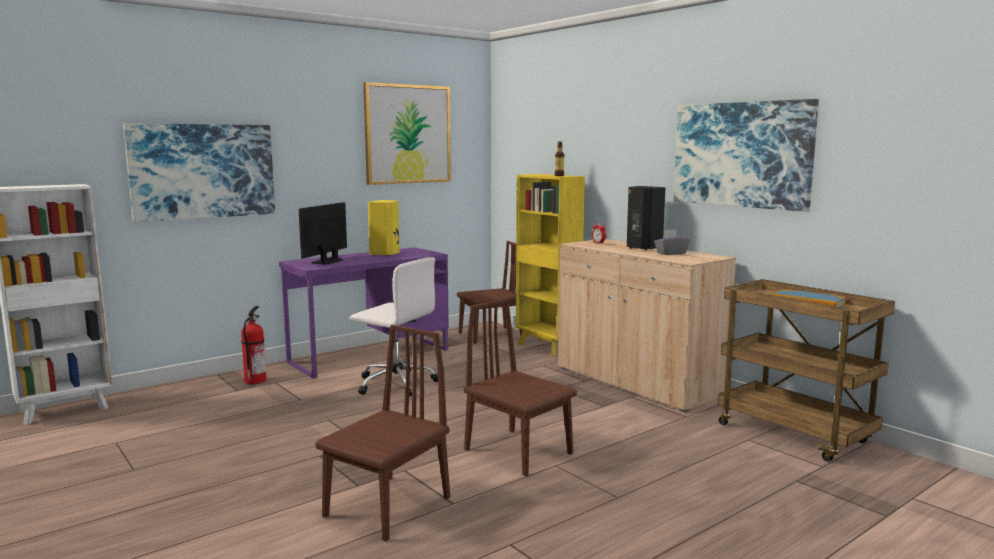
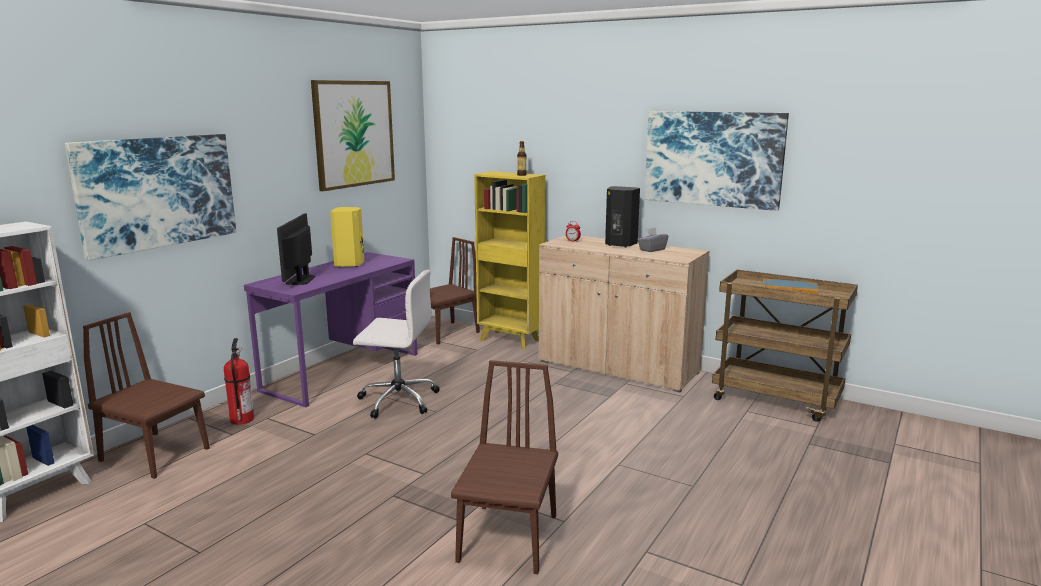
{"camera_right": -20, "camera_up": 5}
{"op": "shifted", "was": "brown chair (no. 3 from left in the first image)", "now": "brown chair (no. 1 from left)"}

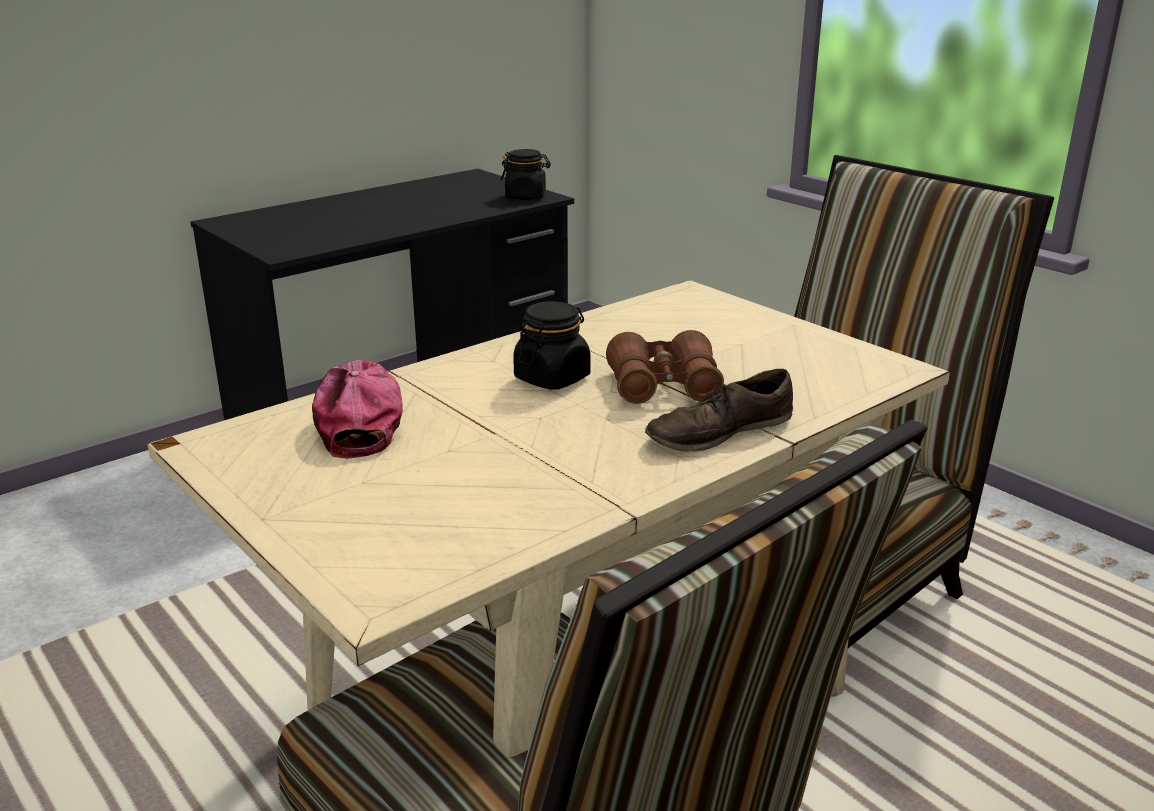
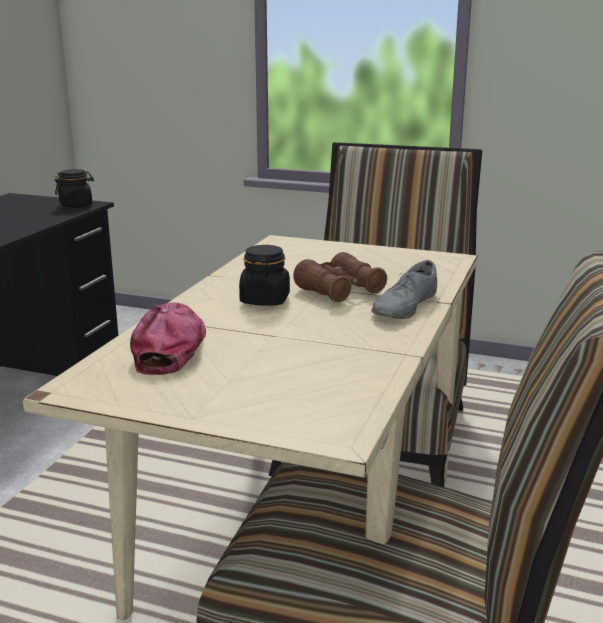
{"camera_right": -30, "camera_up": -5}
{"op": "repainted", "was": "brown shoe", "now": "grey shoe"}
{"op": "rotated", "was": "cap", "clockwise": 45}

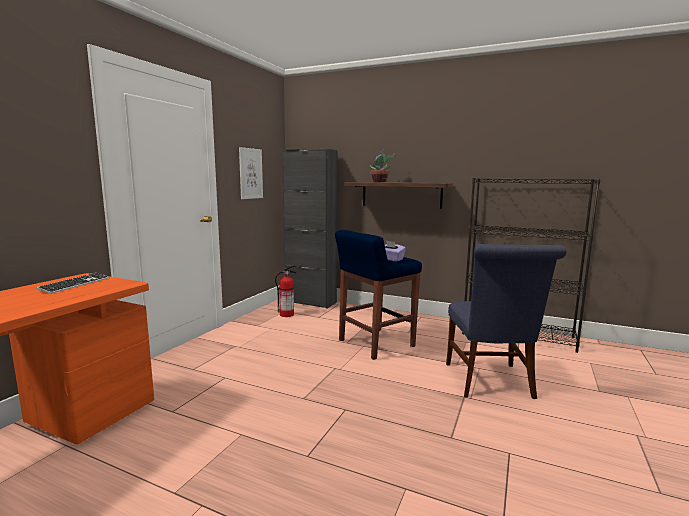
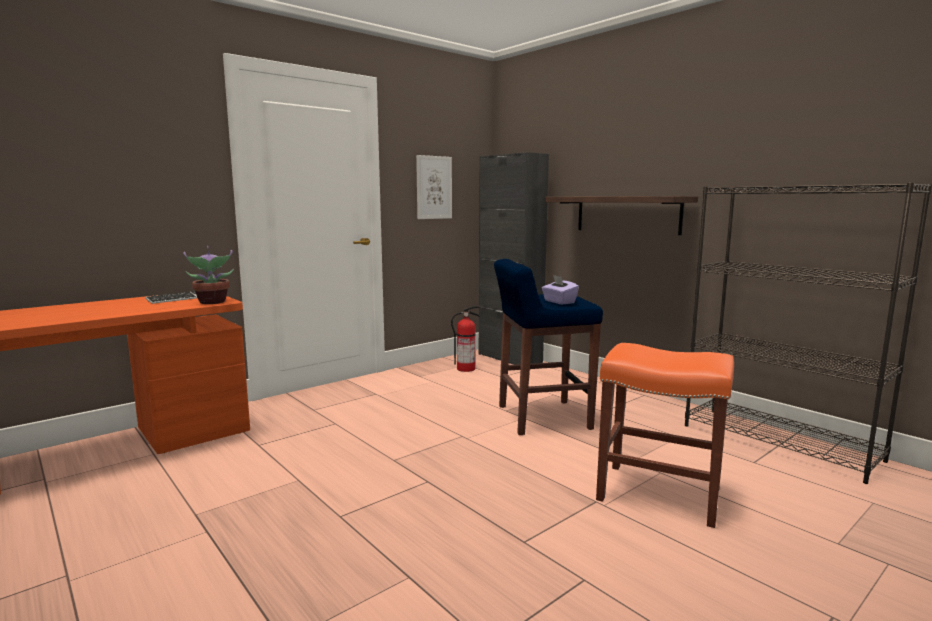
{"camera_right": 25, "camera_up": 0}
{"op": "shifted", "was": "potted plant"}
{"op": "swapped", "was": "blue chair", "now": "orange stool"}

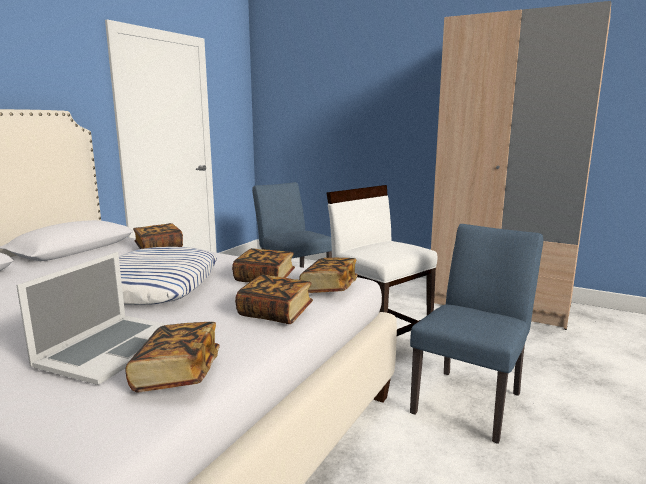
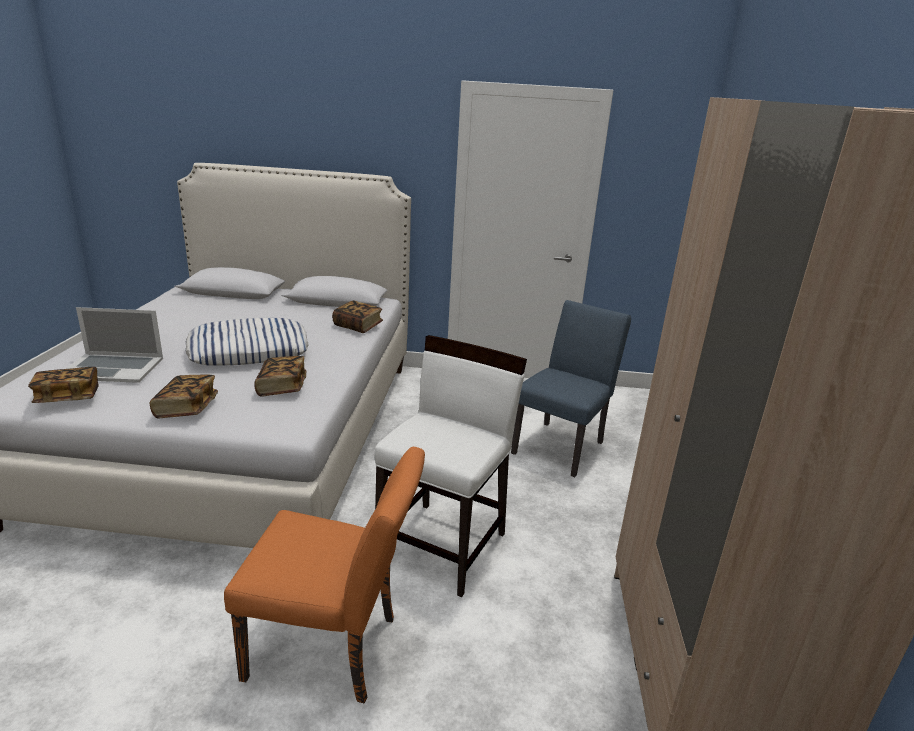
{"camera_right": 65, "camera_up": 10}
{"op": "gone", "was": "book (no. 5 from left)"}
{"op": "repainted", "was": "blue chair (no. 2 from left)", "now": "orange chair"}

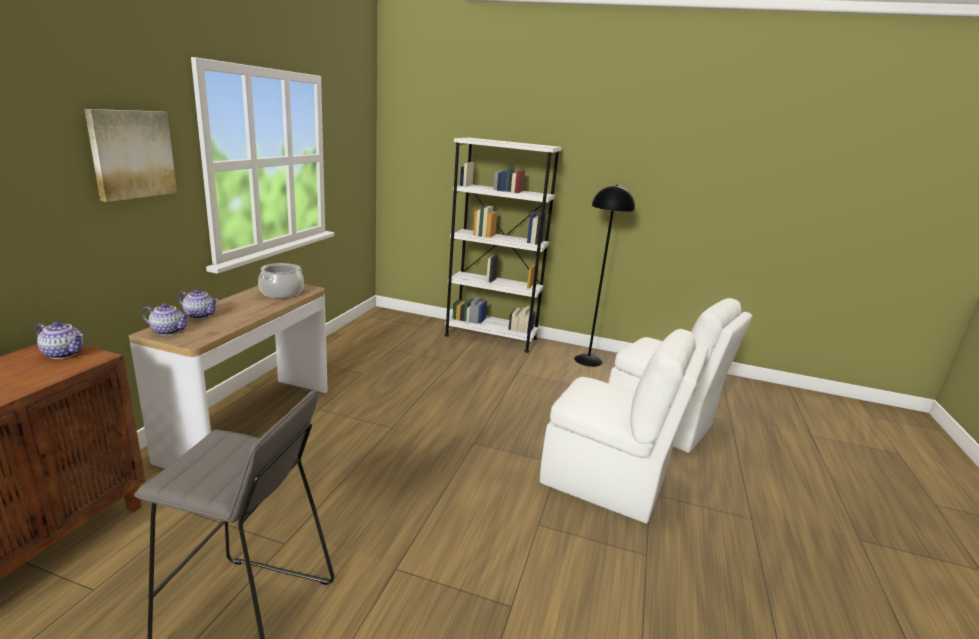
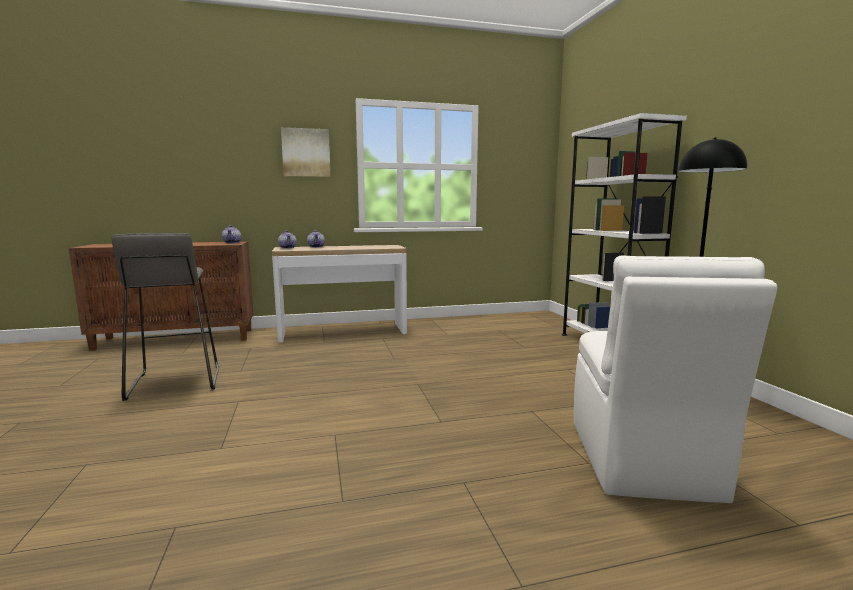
{"camera_right": 60, "camera_up": -10}
{"op": "gone", "was": "cooking pot"}
{"op": "gone", "was": "white chair (no. 1 from left)"}

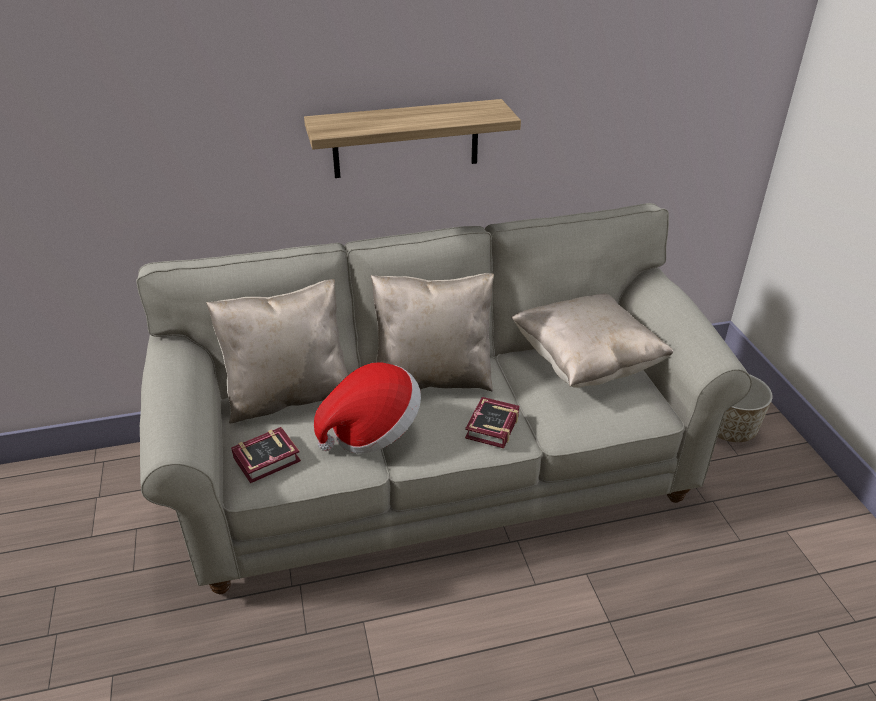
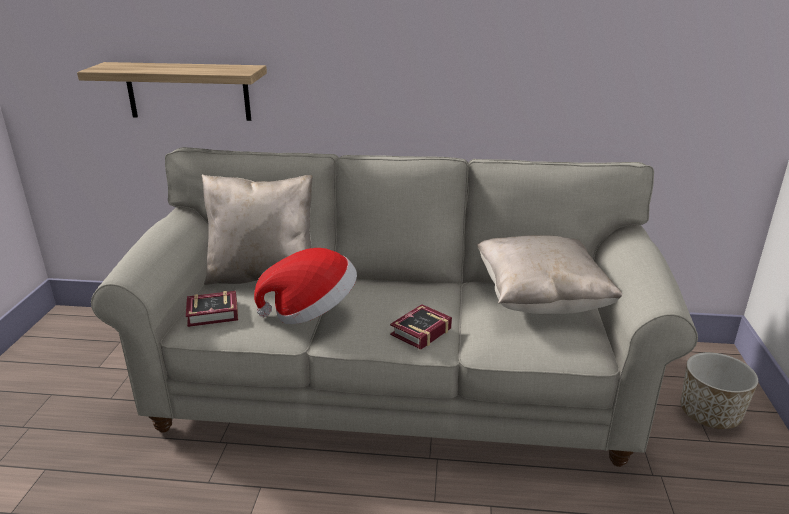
{"camera_right": 20, "camera_up": -10}
{"op": "gone", "was": "beige pillow (no. 2 from left)"}
{"op": "shifted", "was": "shelf"}

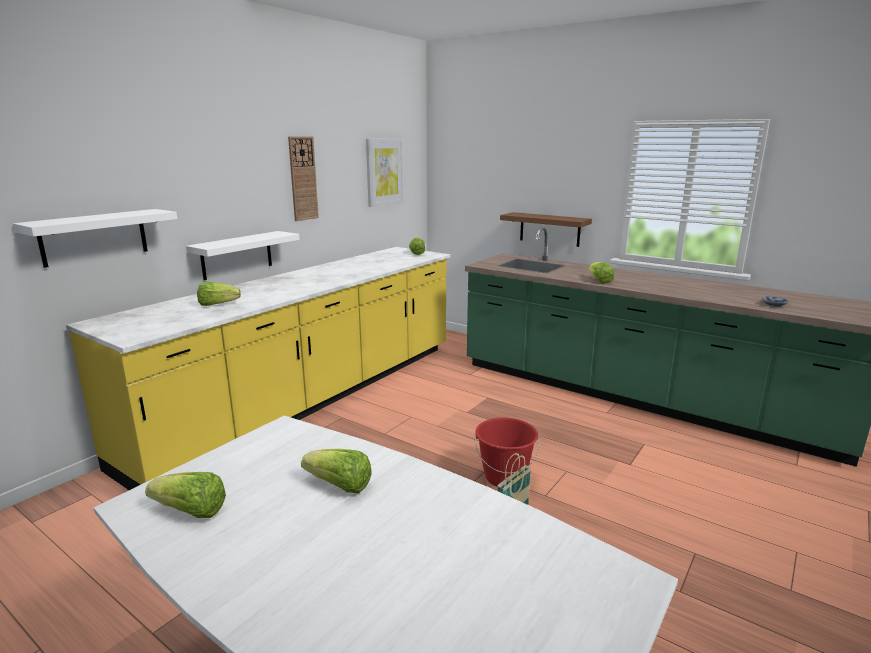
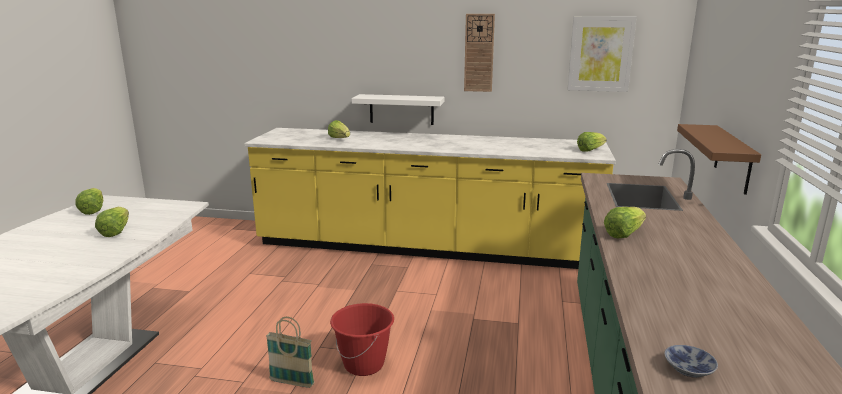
{"camera_right": 65, "camera_up": 0}
{"op": "gone", "was": "white shelf (no. 1 from left)"}

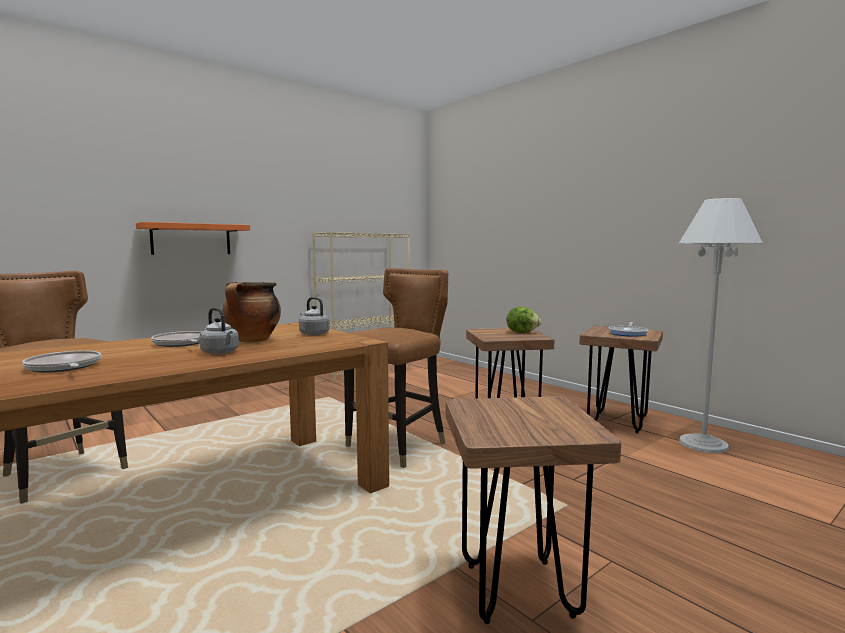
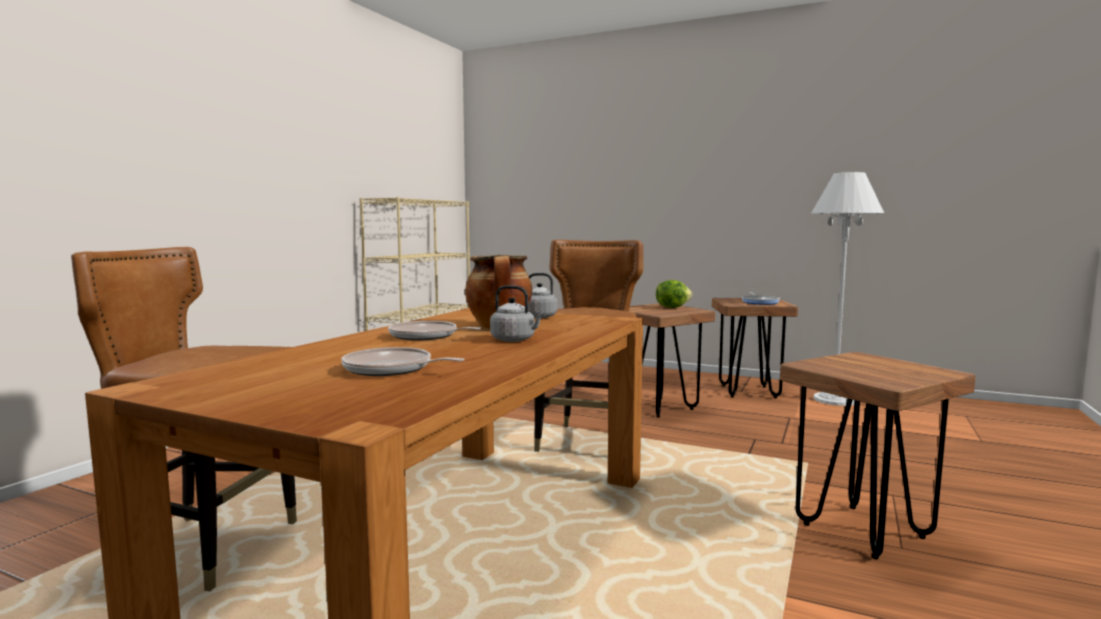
{"camera_right": -25, "camera_up": 0}
{"op": "gone", "was": "orange shelf"}

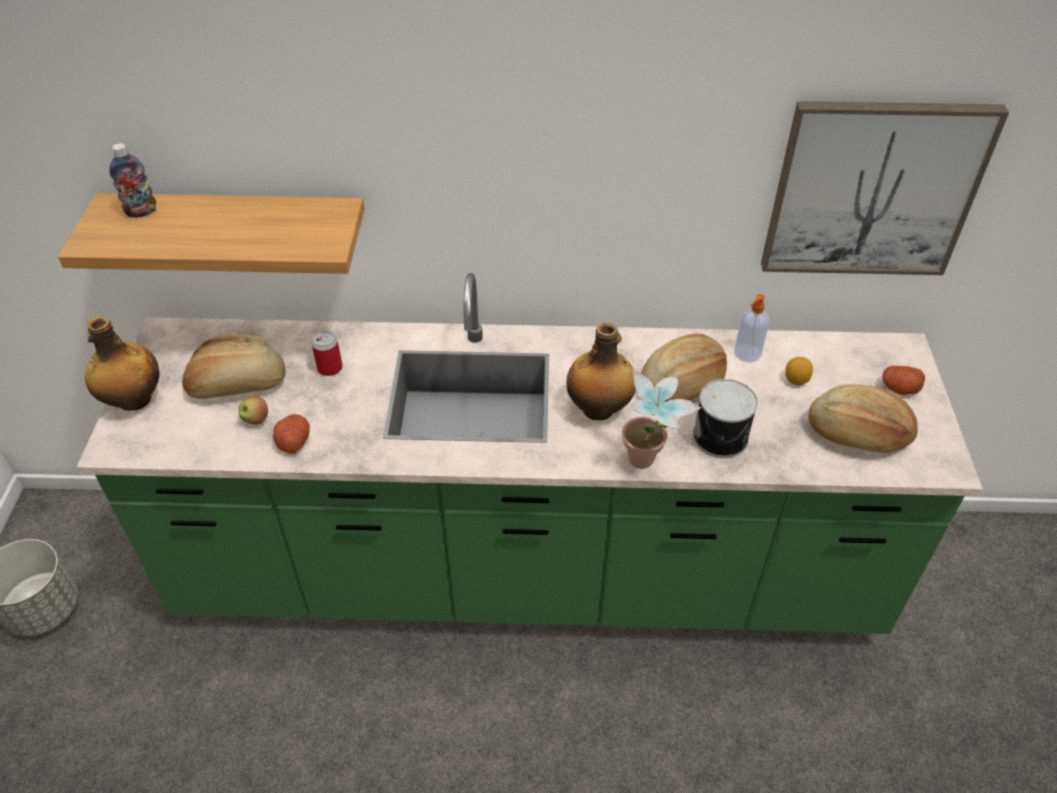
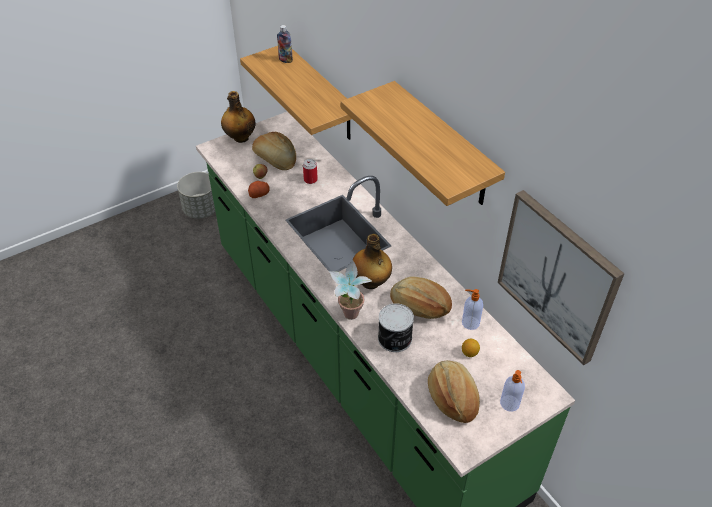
{"camera_right": 55, "camera_up": 0}
{"op": "new", "now": "shelf (no. 2 from left)"}
{"op": "swapped", "was": "potato (no. 2 from left)", "now": "soap dispenser (no. 2 from left)"}

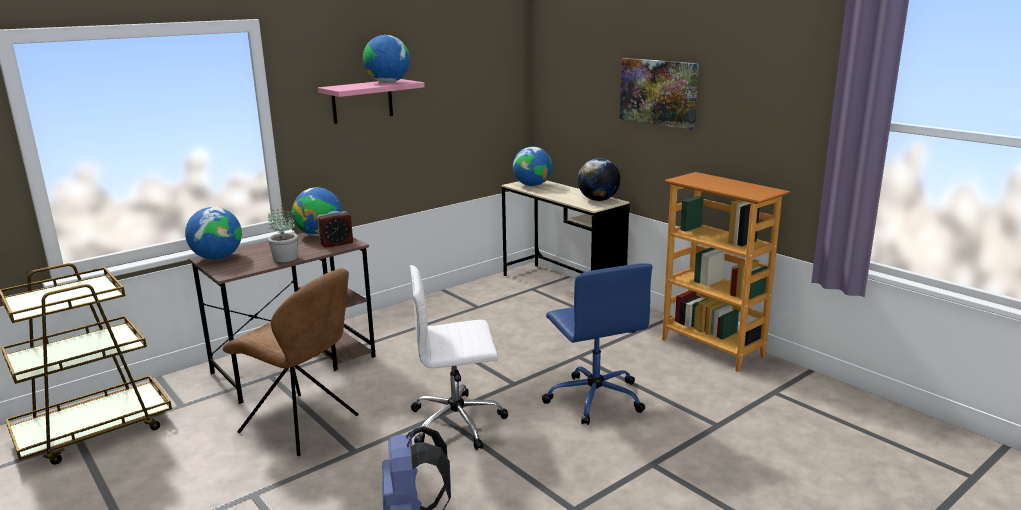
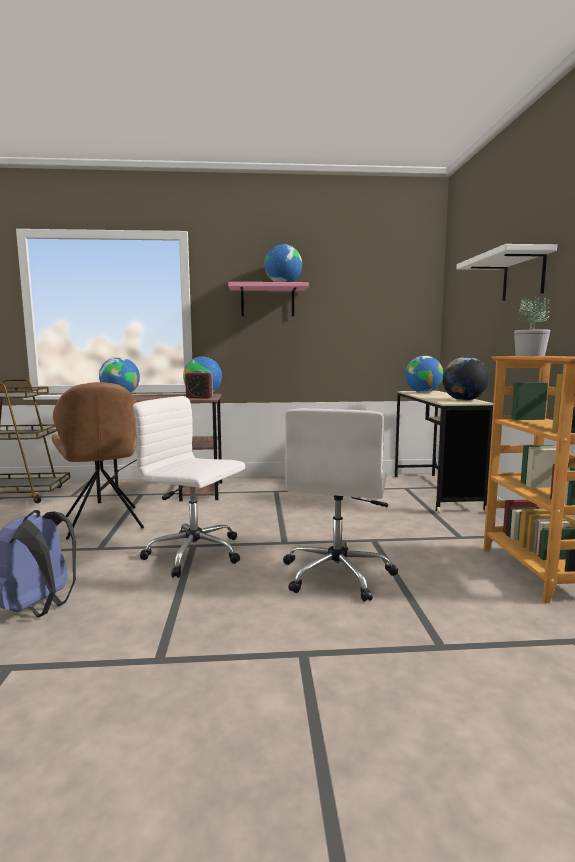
{"camera_right": 35, "camera_up": -10}
{"op": "shifted", "was": "potted plant"}
{"op": "swapped", "was": "picture", "now": "white shelf"}
{"op": "repainted", "was": "blue office chair", "now": "white office chair (no. 2 from left)"}

